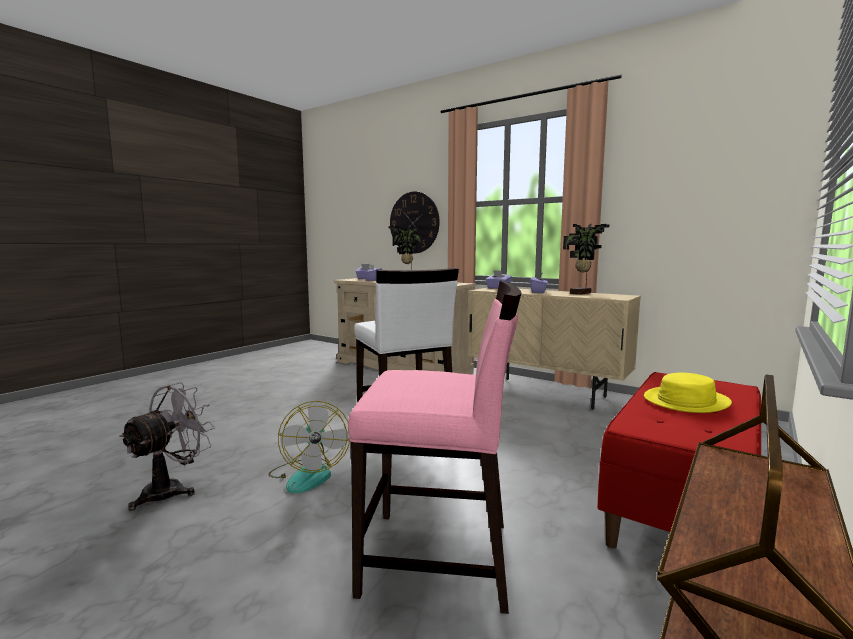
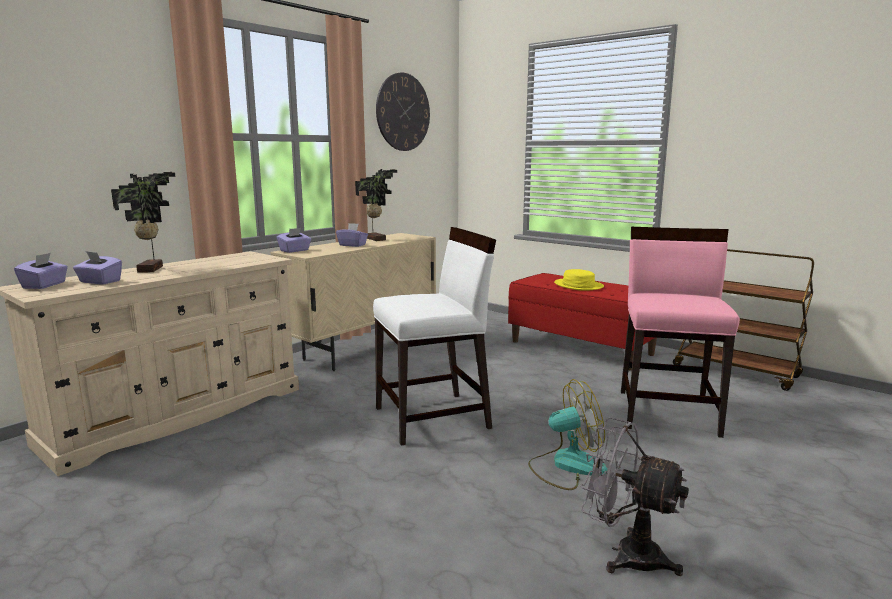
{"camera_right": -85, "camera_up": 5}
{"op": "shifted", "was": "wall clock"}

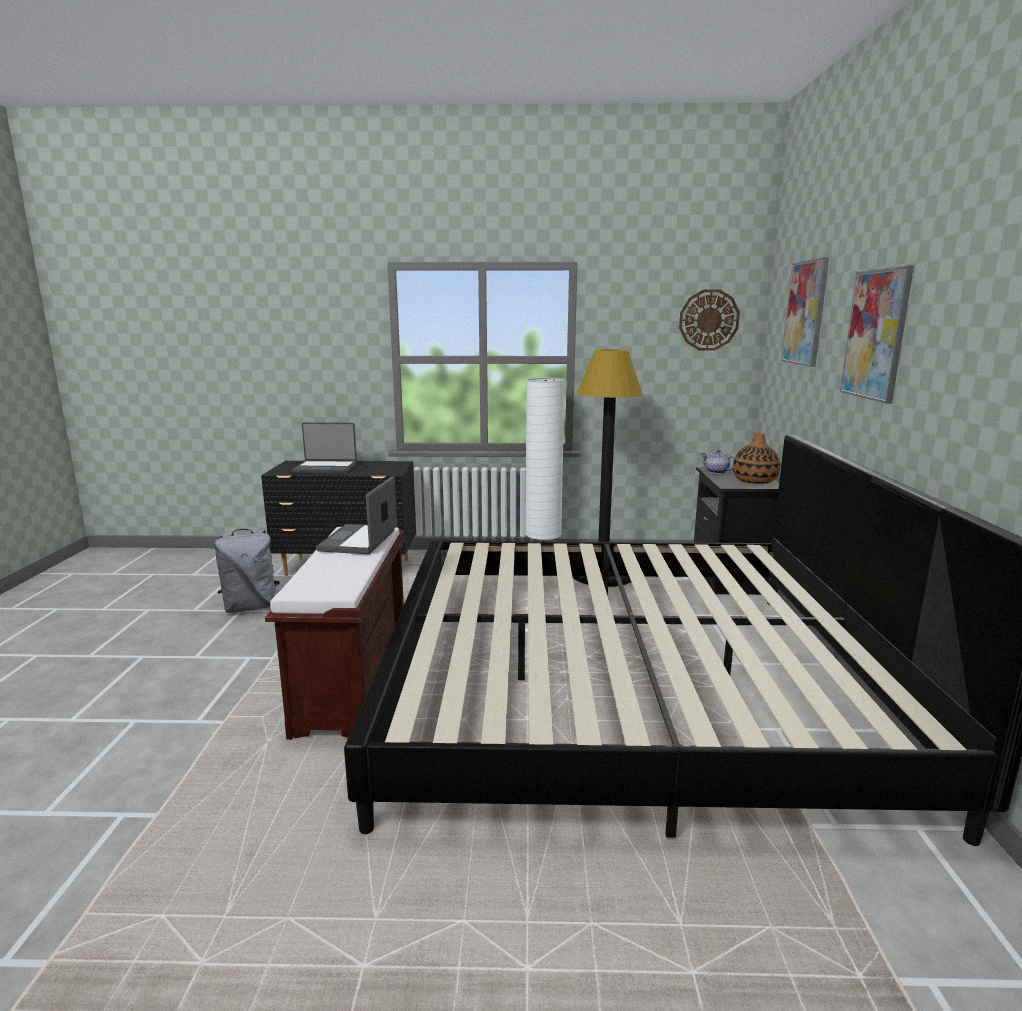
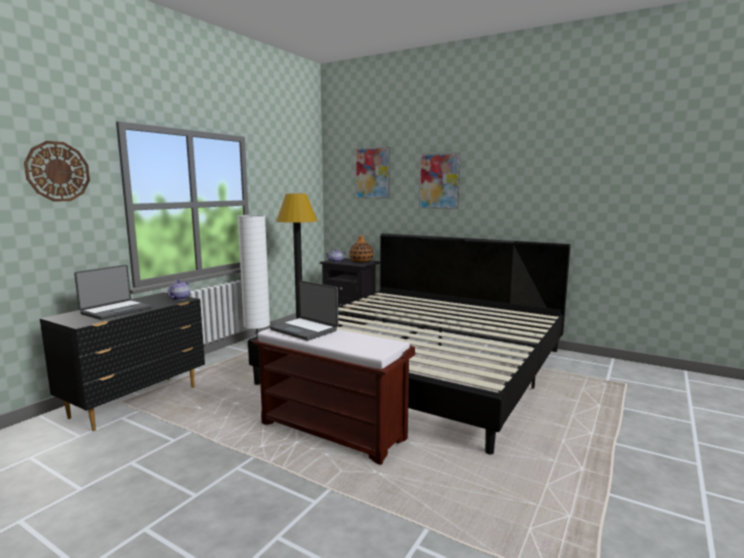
{"camera_right": -60, "camera_up": -5}
{"op": "gone", "was": "grey backpack"}
{"op": "new", "now": "teapot (no. 1 from left)"}
{"op": "shifted", "was": "wall clock"}

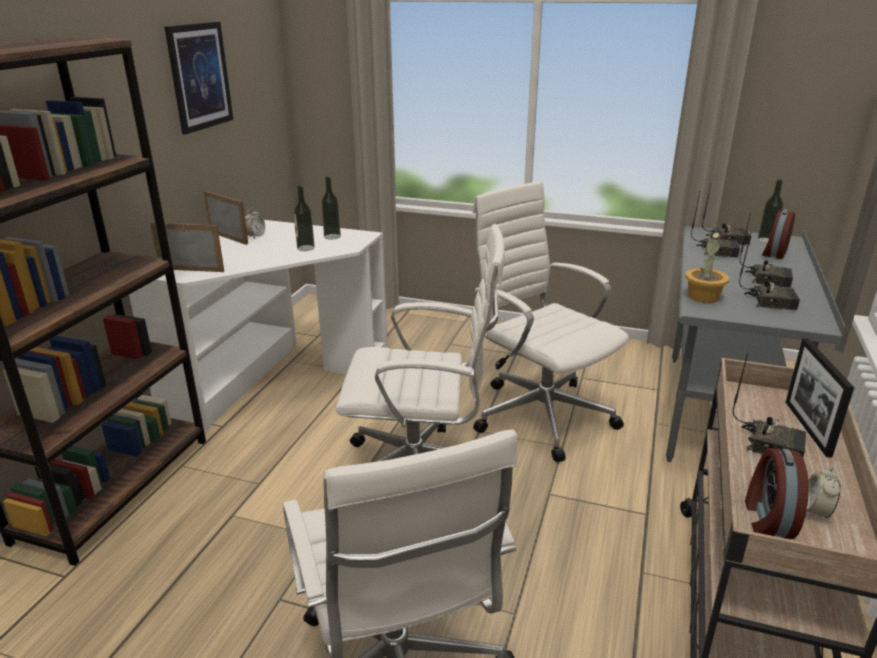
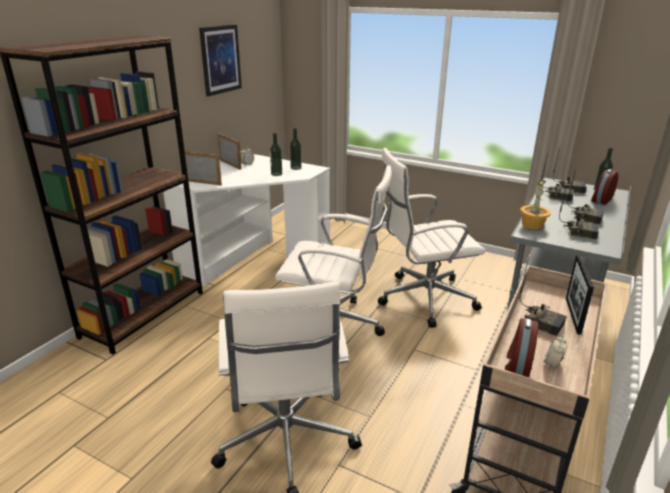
{"camera_right": 10, "camera_up": 0}
{"op": "rotated", "was": "white office chair (no. 3 from left)", "clockwise": -75}

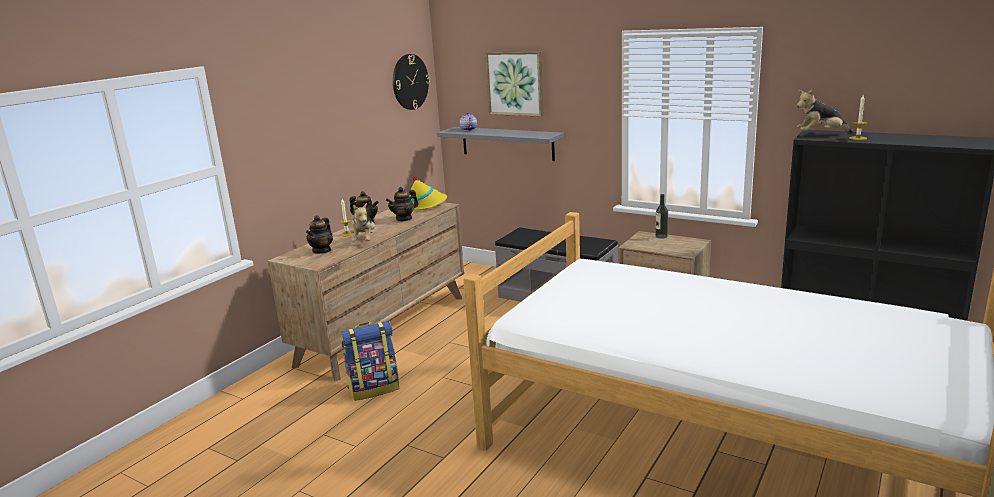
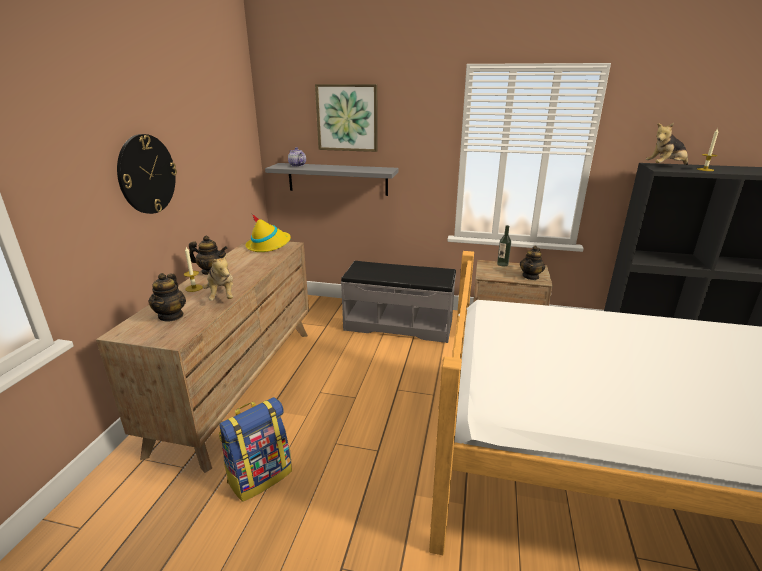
{"camera_right": -20, "camera_up": 5}
{"op": "shifted", "was": "teapot (no. 3 from left in the first image)", "now": "teapot (no. 4 from left)"}
{"op": "shifted", "was": "wall clock"}

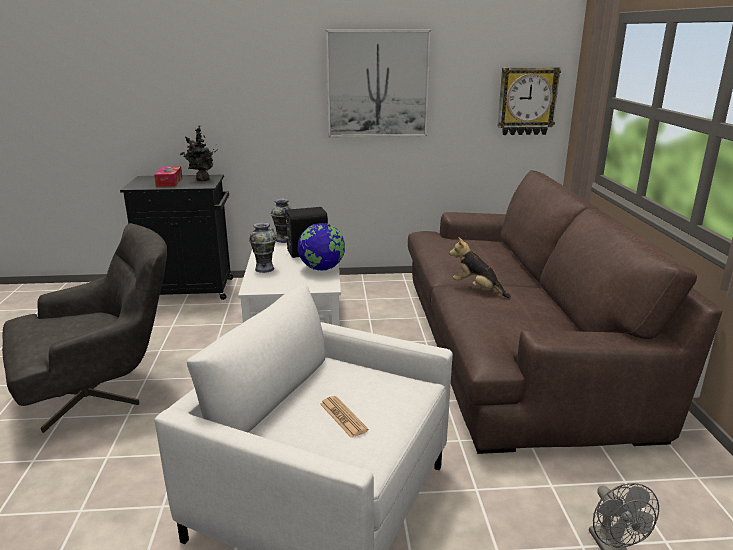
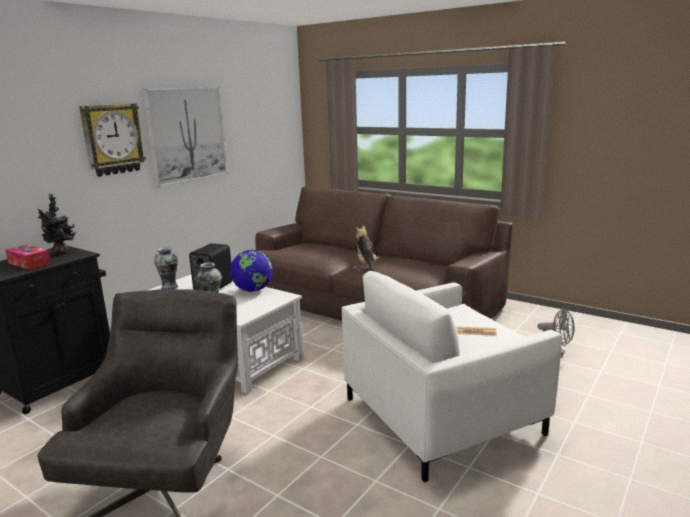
{"camera_right": -50, "camera_up": -5}
{"op": "shifted", "was": "wall clock"}
{"op": "rotated", "was": "plush toy", "clockwise": 90}

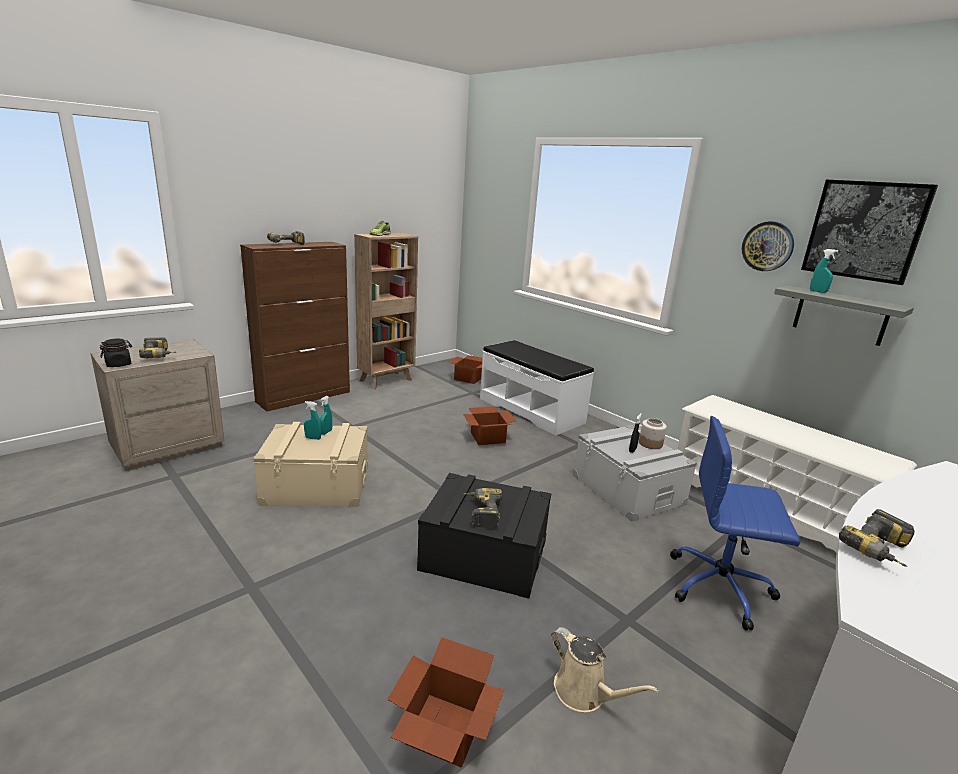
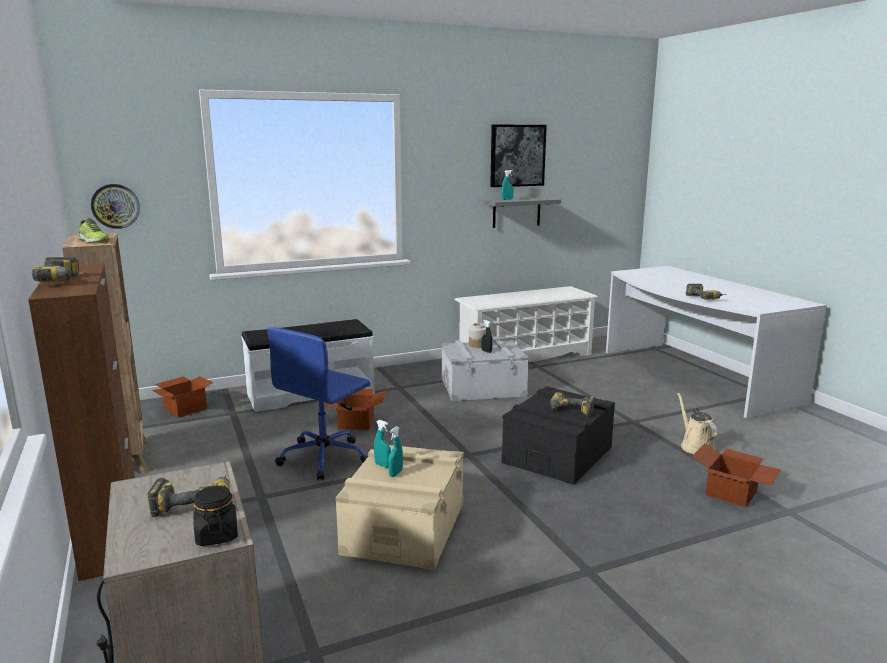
{"camera_right": -70, "camera_up": -5}
{"op": "shifted", "was": "blue office chair"}
{"op": "shifted", "was": "wall clock"}
{"op": "rotated", "was": "beige watering can", "clockwise": -75}

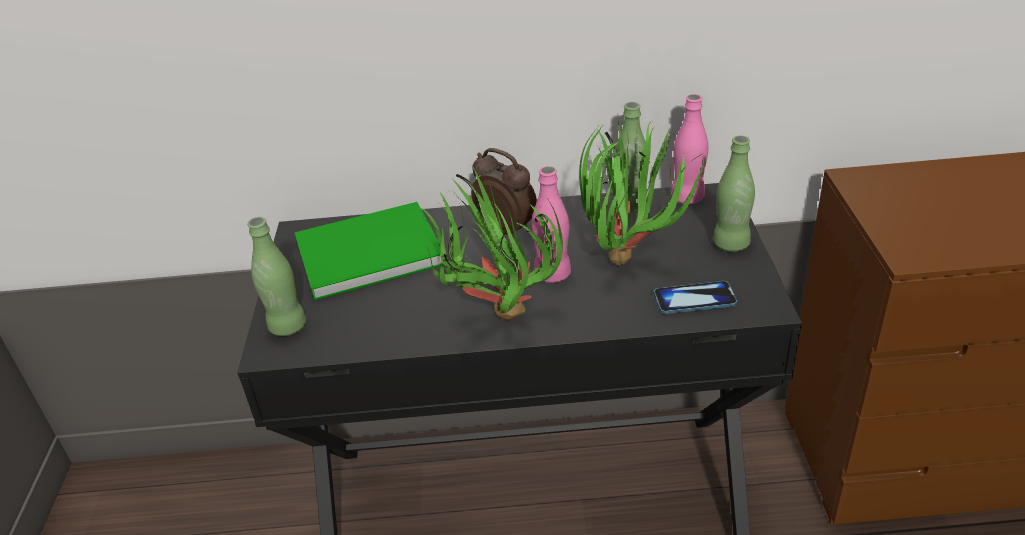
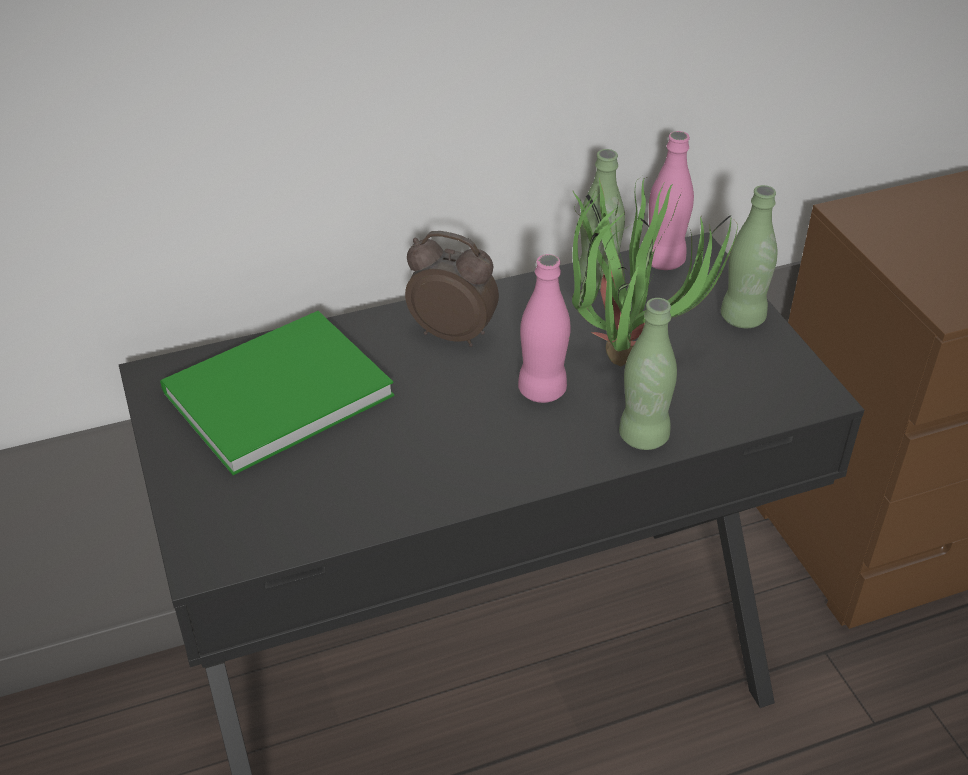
{"camera_right": -20, "camera_up": 5}
{"op": "gone", "was": "potted plant (no. 1 from left)"}
{"op": "gone", "was": "phone"}
{"op": "shifted", "was": "green bottle (no. 1 from left in the first image)", "now": "green bottle (no. 2 from left)"}

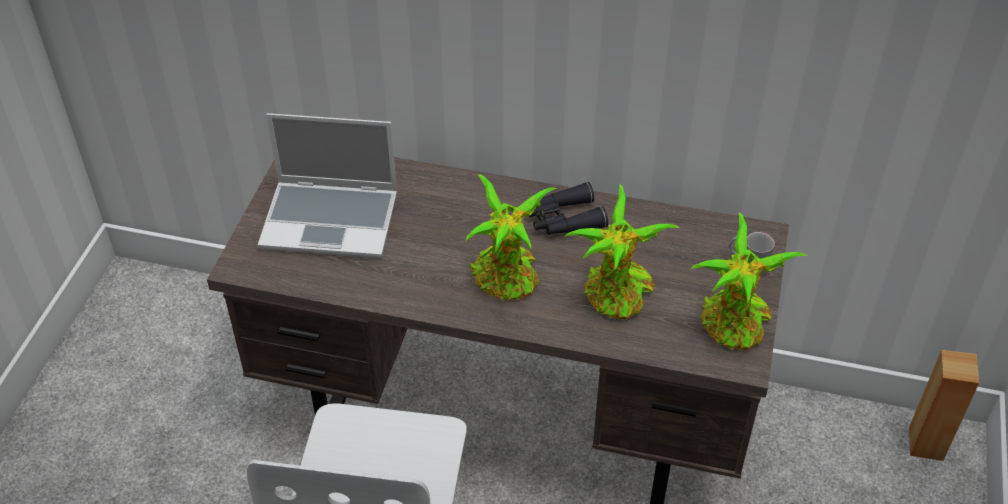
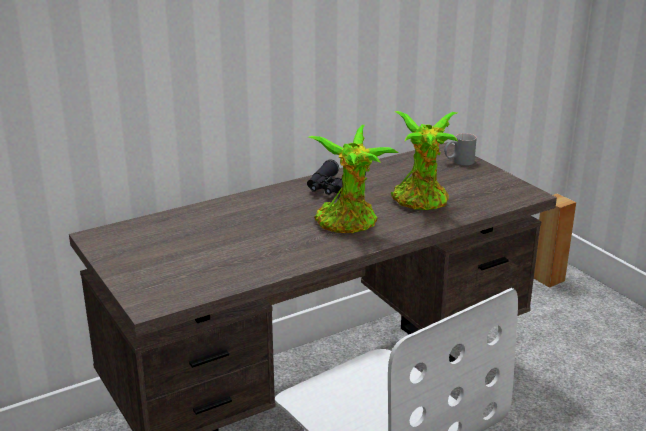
{"camera_right": -45, "camera_up": -20}
{"op": "gone", "was": "laptop"}
{"op": "gone", "was": "potted plant (no. 3 from left)"}

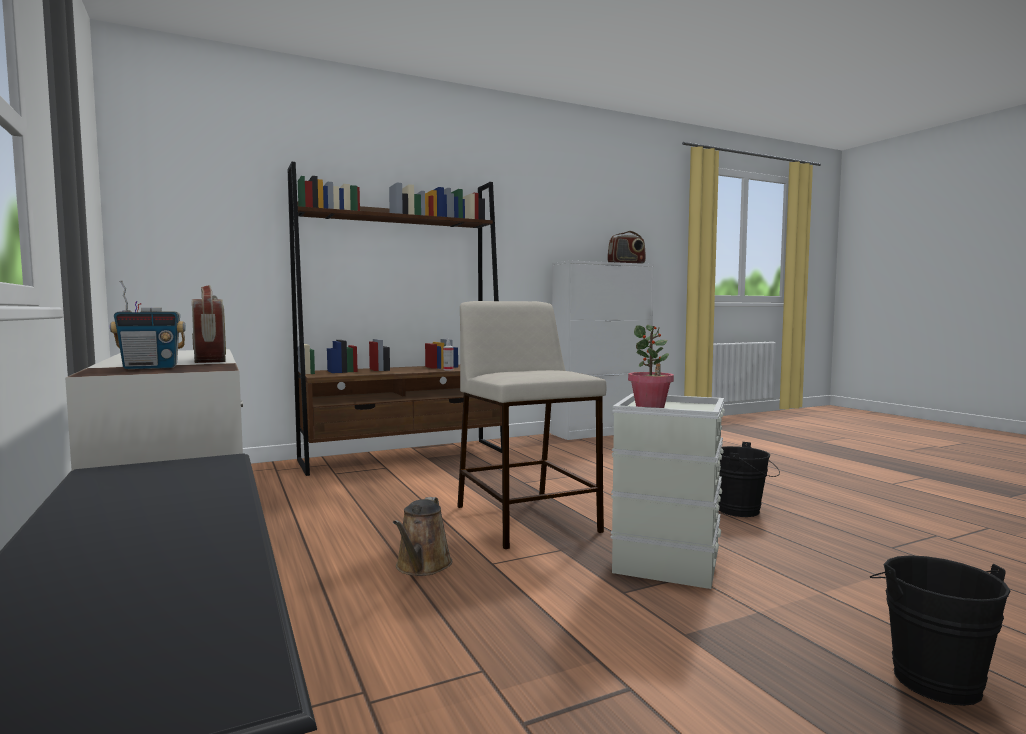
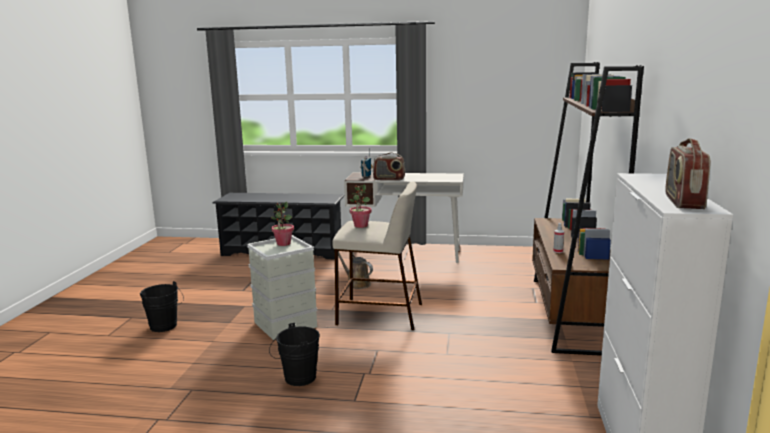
{"camera_right": 125, "camera_up": 10}
{"op": "new", "now": "potted plant (no. 2 from left)"}

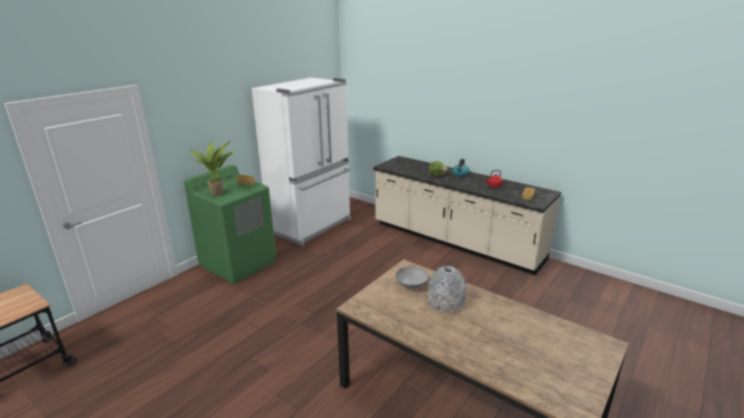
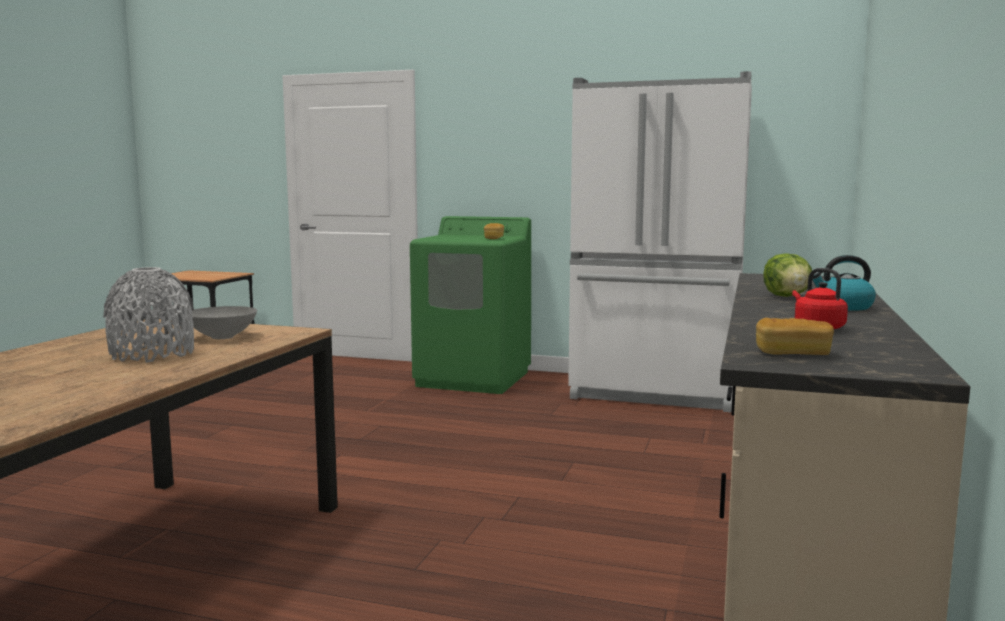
{"camera_right": 70, "camera_up": -15}
{"op": "gone", "was": "potted plant"}

